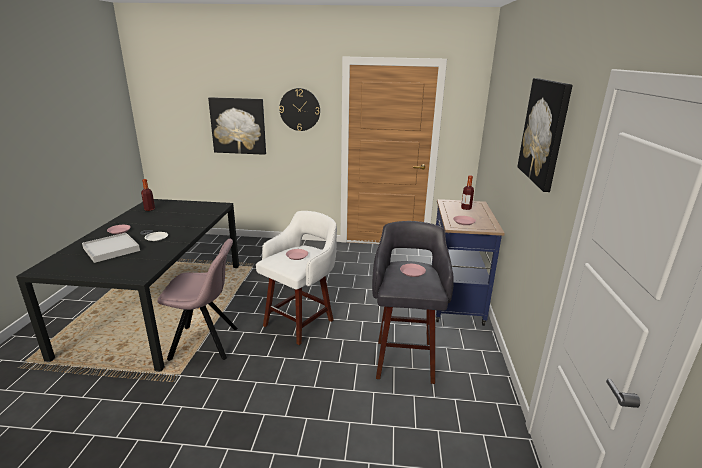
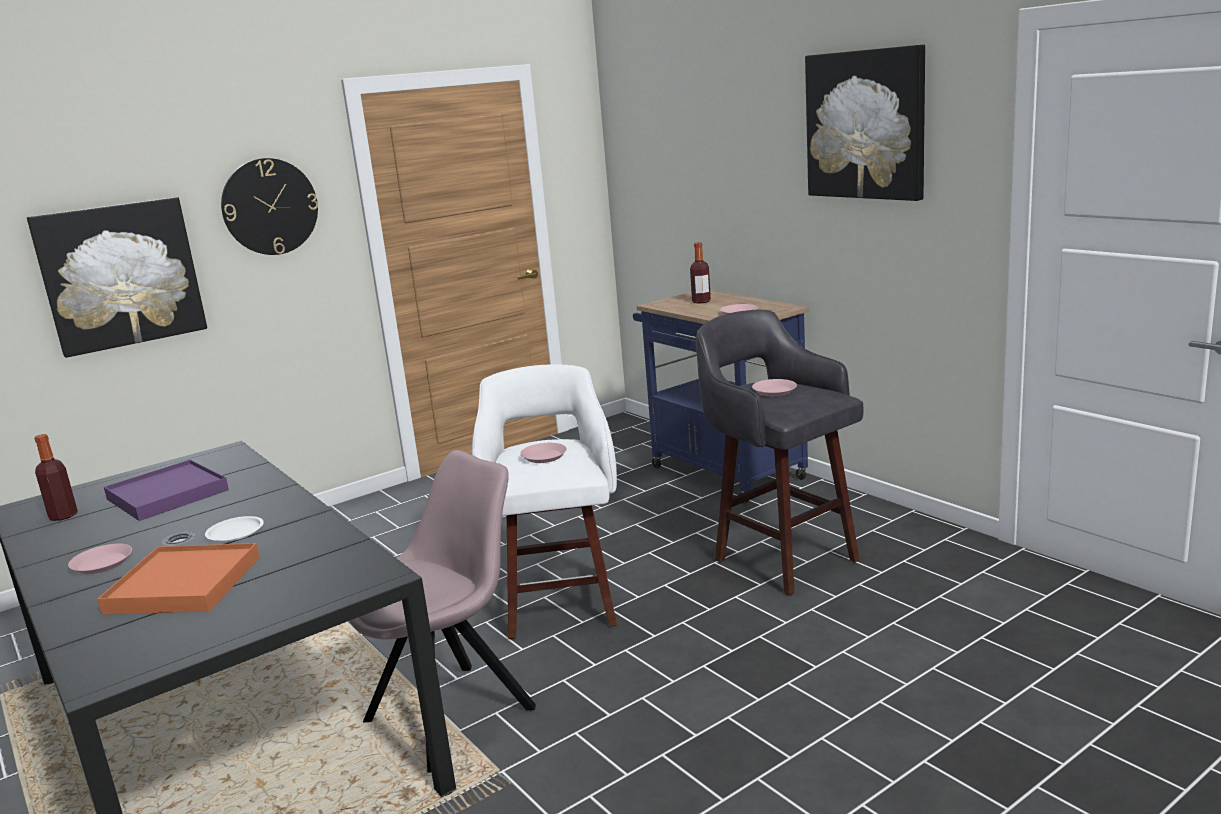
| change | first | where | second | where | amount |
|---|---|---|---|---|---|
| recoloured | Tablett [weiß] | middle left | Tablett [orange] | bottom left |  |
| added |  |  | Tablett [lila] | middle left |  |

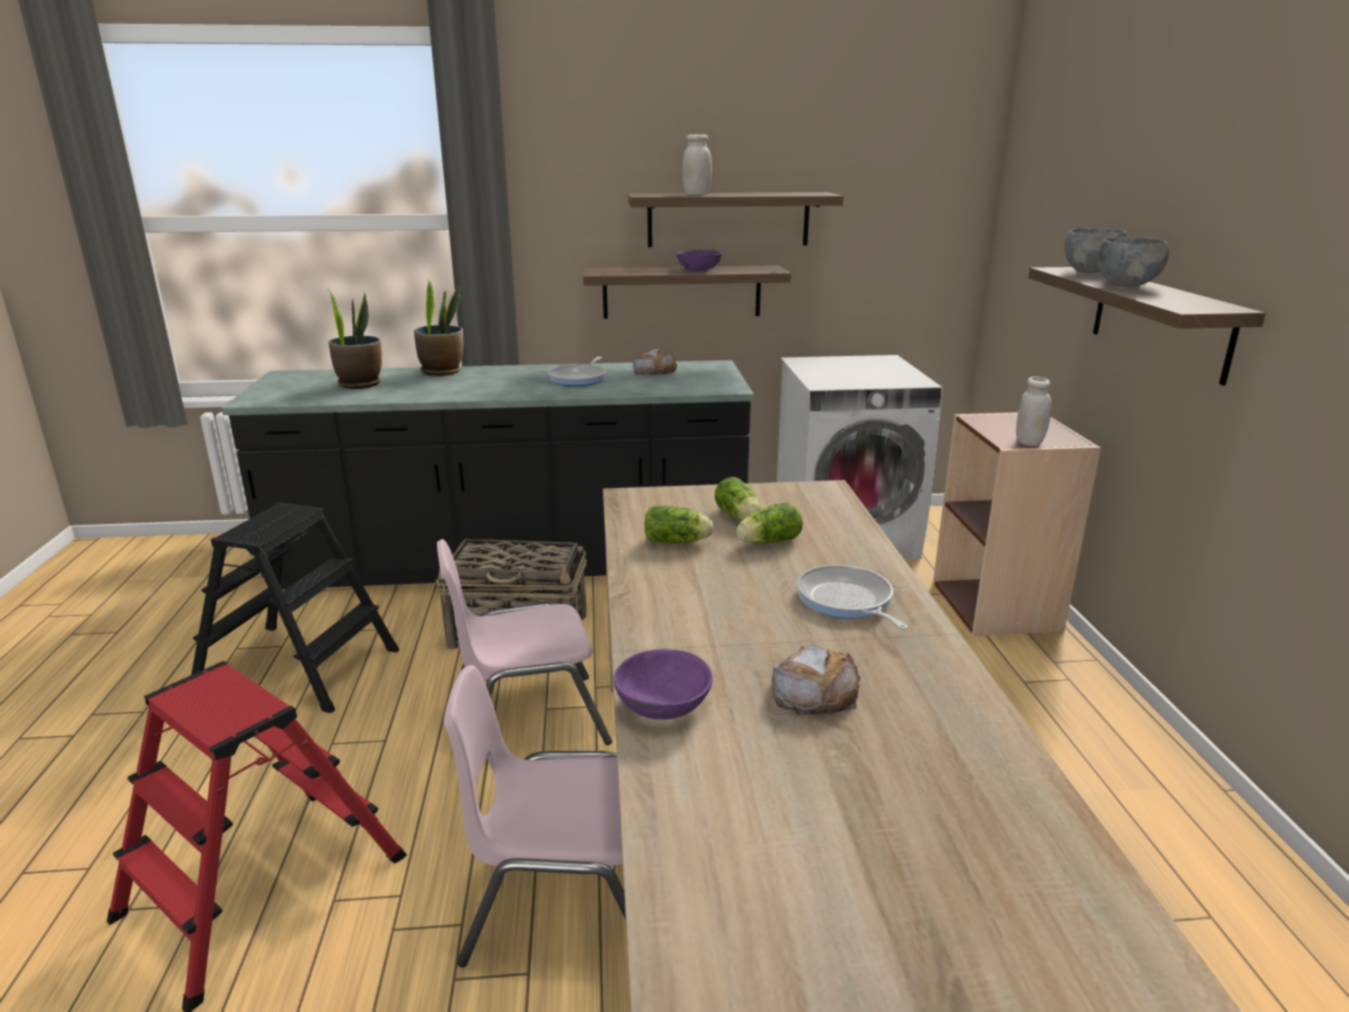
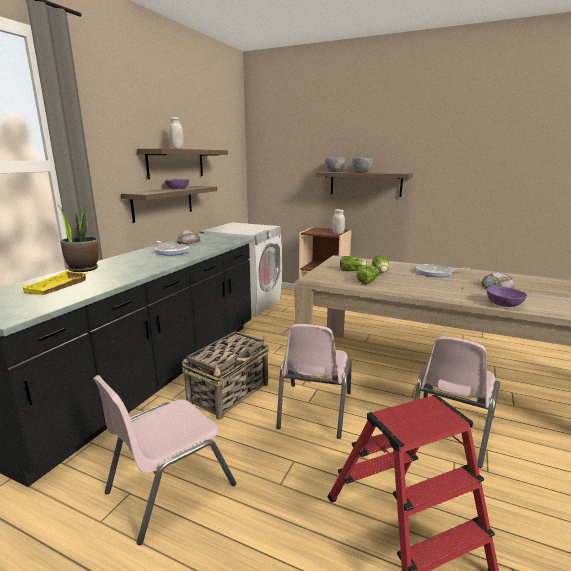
| change | first | where | second | where | amount |
|---|---|---|---|---|---|
| replaced | Trittleiter [schwarz] | middle left | Stuhl [rosa] (1st from left) | bottom left |  |
| replaced | Topfpflanze (1st from left) | middle left | Tablett [gelb] | middle left |  |

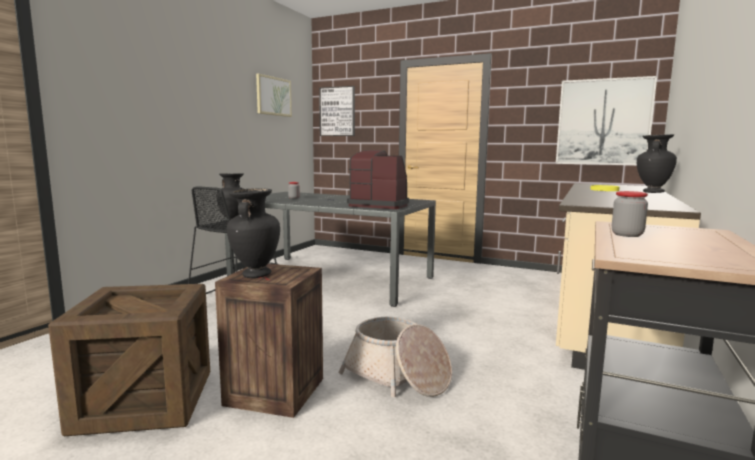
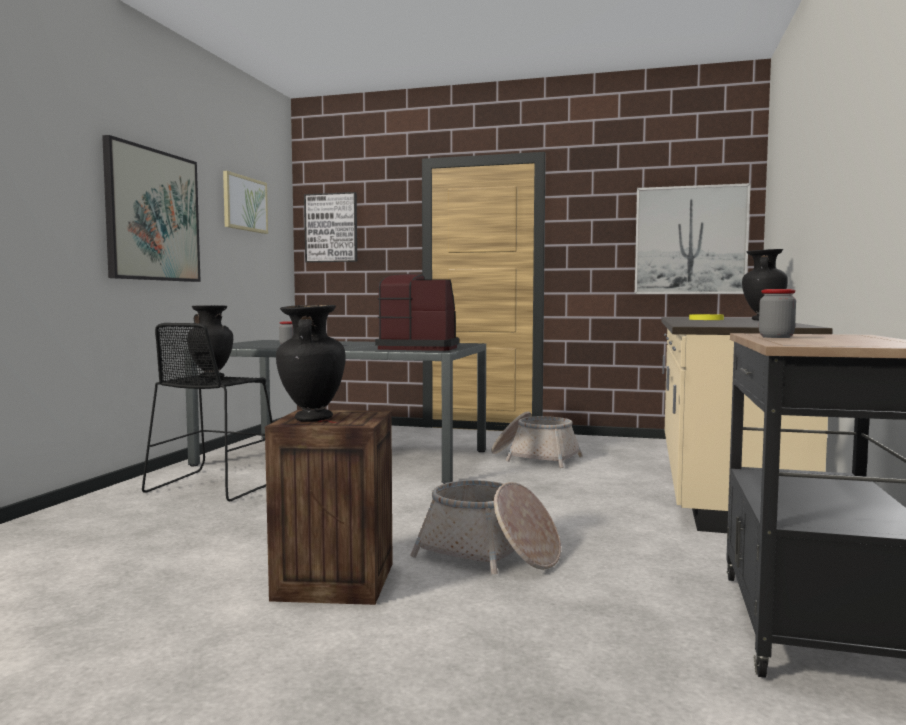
| change | first | where | second | where | amount |
|---|---|---|---|---|---|
| removed | Kiste (1st from left) | bottom left |  |  |  |
| added |  |  | Bild (1st from left) | top left |  |
| added |  |  | Korb (2nd from left) | centre |  |

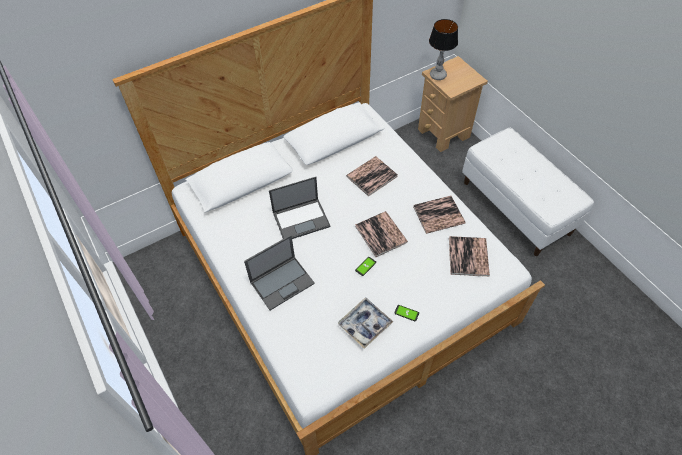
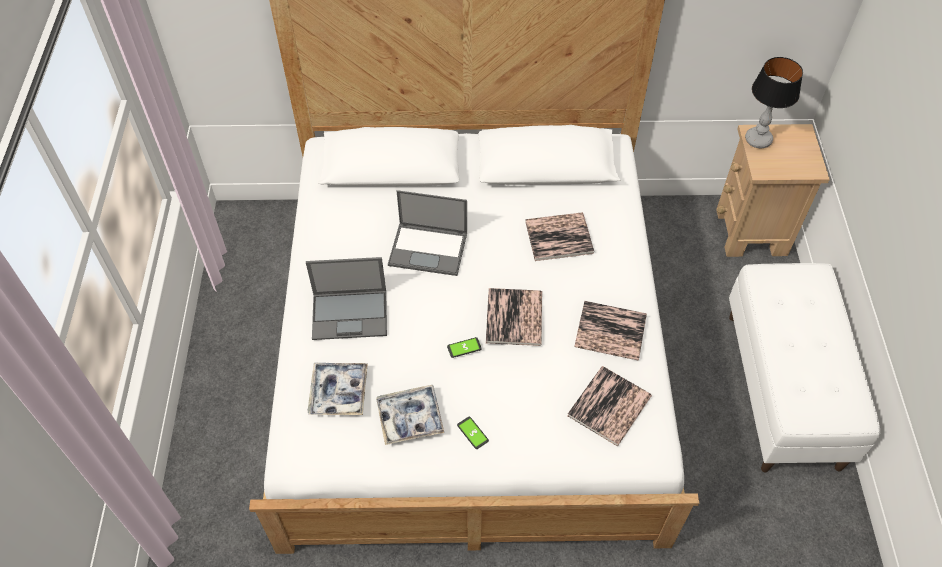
| change | first | where | second | where | amount |
|---|---|---|---|---|---|
| added |  |  | Tablett (1st from left) | bottom centre |  |

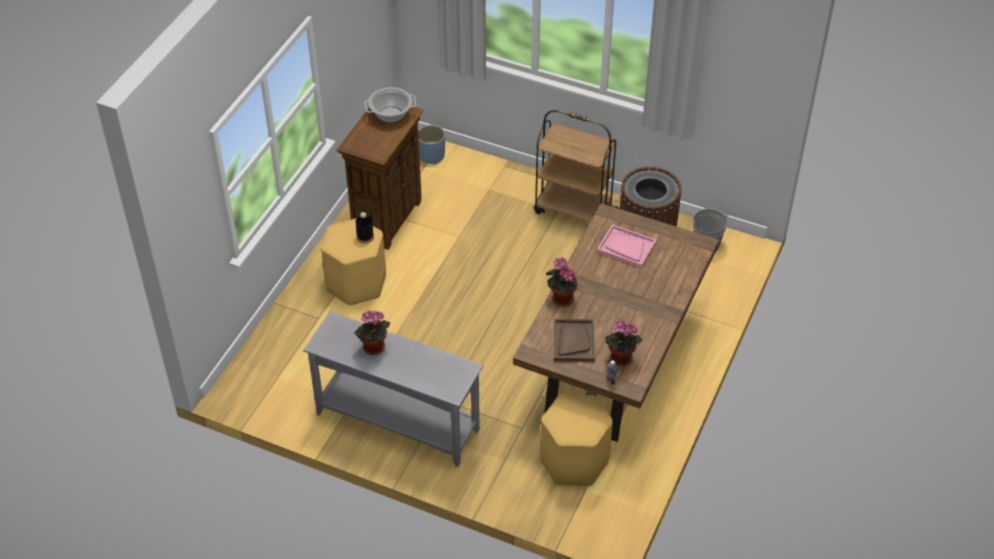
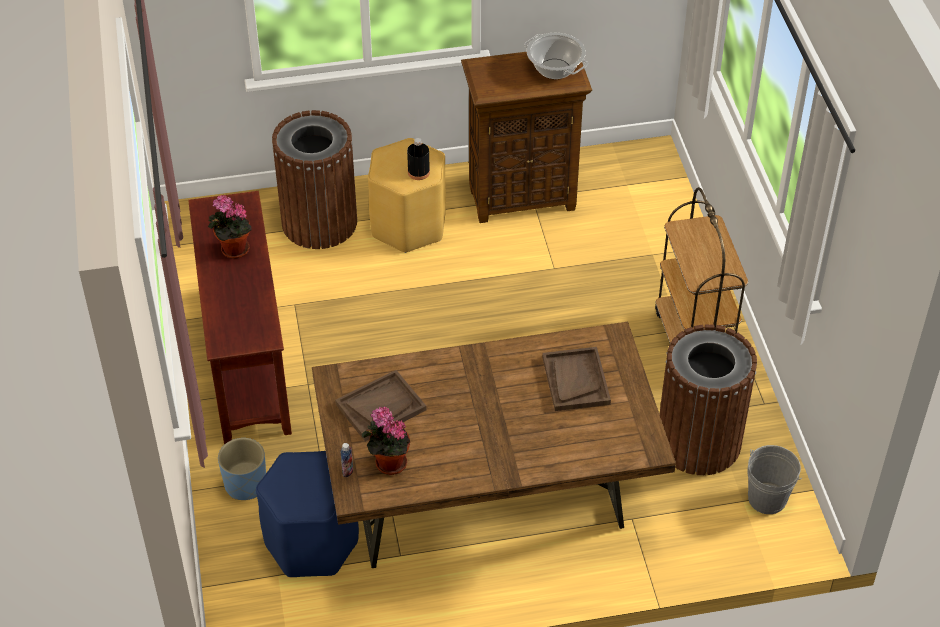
| change | first | where | second | where | amount |
|---|---|---|---|---|---|
| recoloured | Konsolentisch [grau] | bottom centre | Konsolentisch [braun] | middle left |  |
| moved | Pflanzkübel [blau] | top centre |  | bottom left |  |
| recoloured | Hocker [gelb] (2nd from left) | bottom centre | Hocker [blau] | bottom left |  |
| removed | Topfpflanze (2nd from left) | centre |  |  |  |
| recoloured | Tablett [rosa] | centre | Tablett [braun] (2nd from left) | centre |  |
| added |  |  | Mülleimer [braun] (1st from left) | top centre |  |

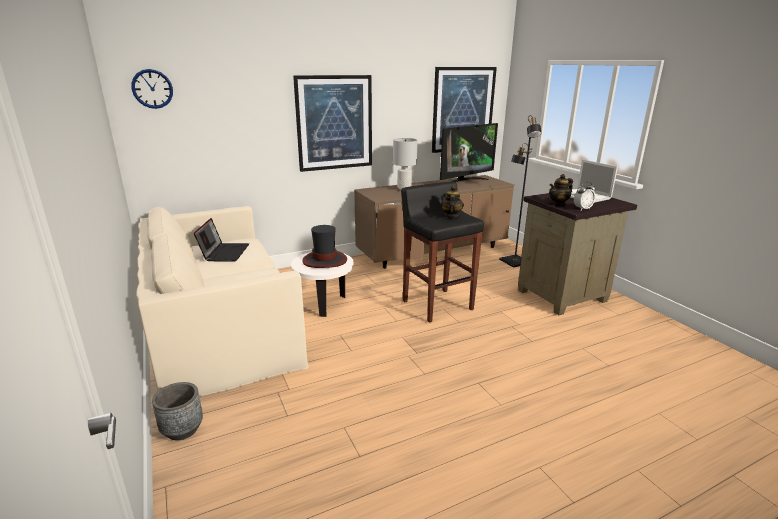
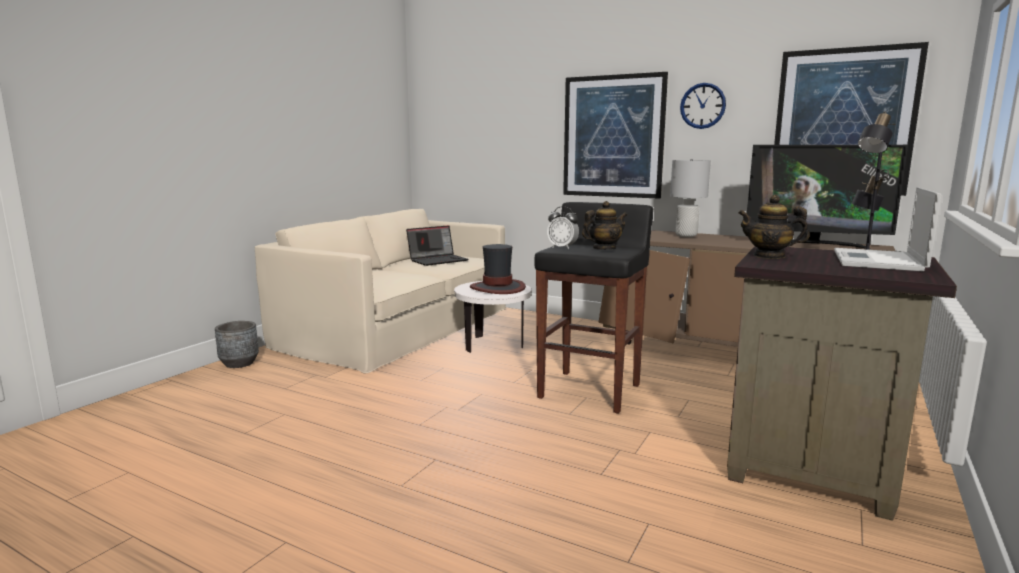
| change | first | where | second | where | amount |
|---|---|---|---|---|---|
| moved | Wanduhr | top left |  | top right |  |
| moved | Wecker | middle right |  | centre |  |

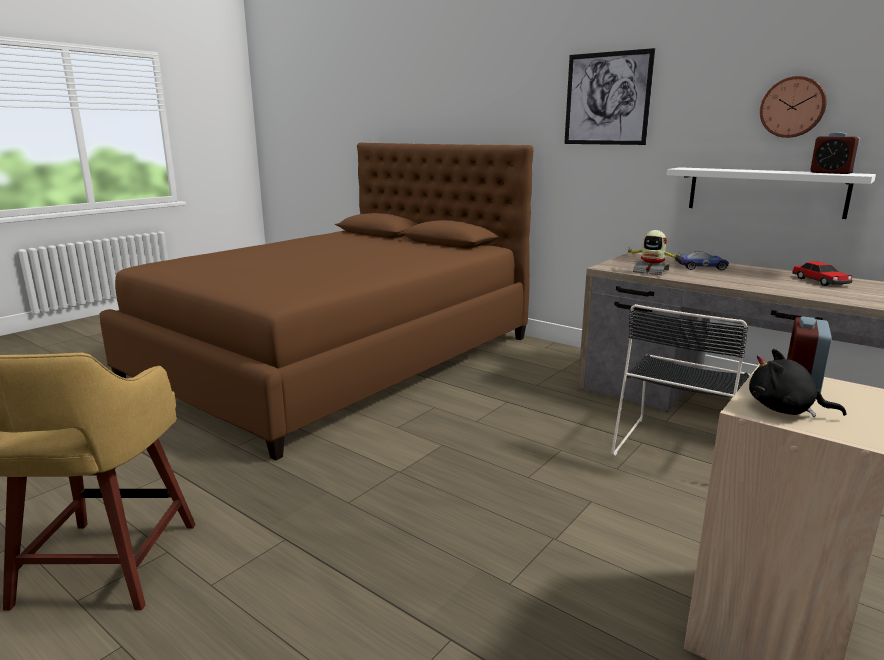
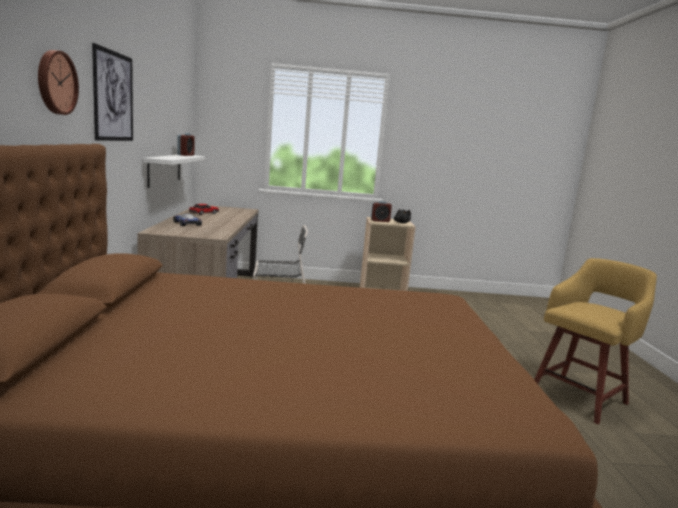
| change | first | where | second | where | amount |
|---|---|---|---|---|---|
| removed | Spielzeugroboter | middle right |  |  |  |
| moved | Wanduhr | top right |  | top left |  |

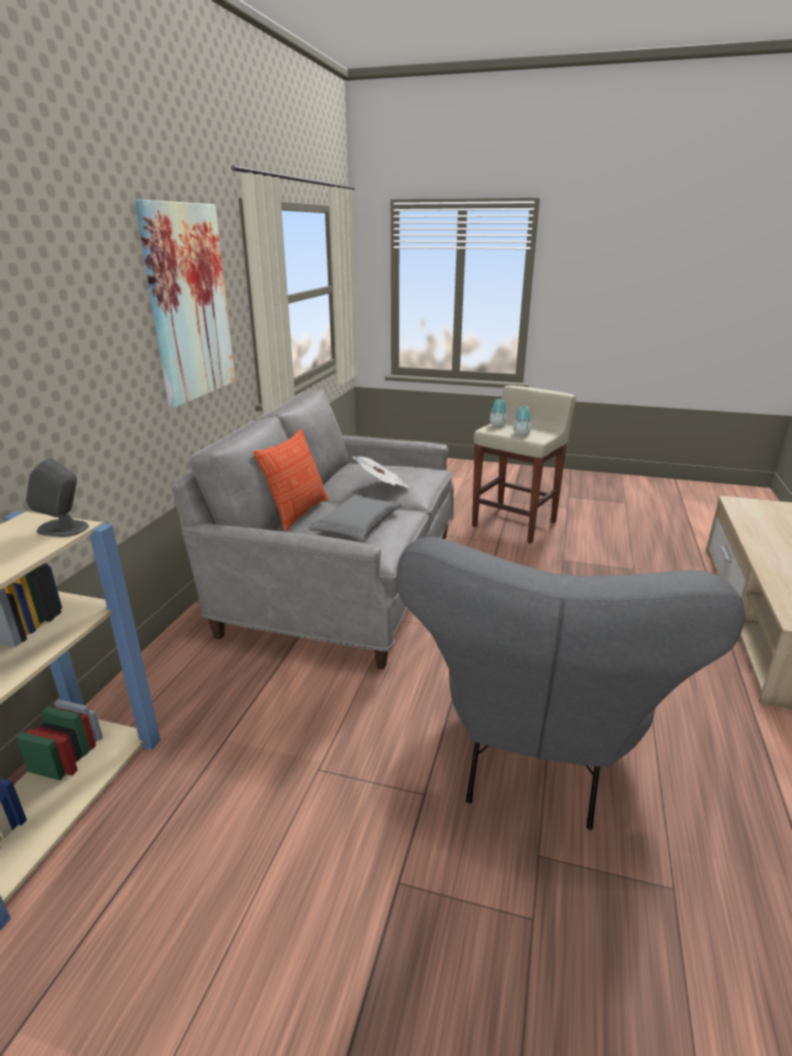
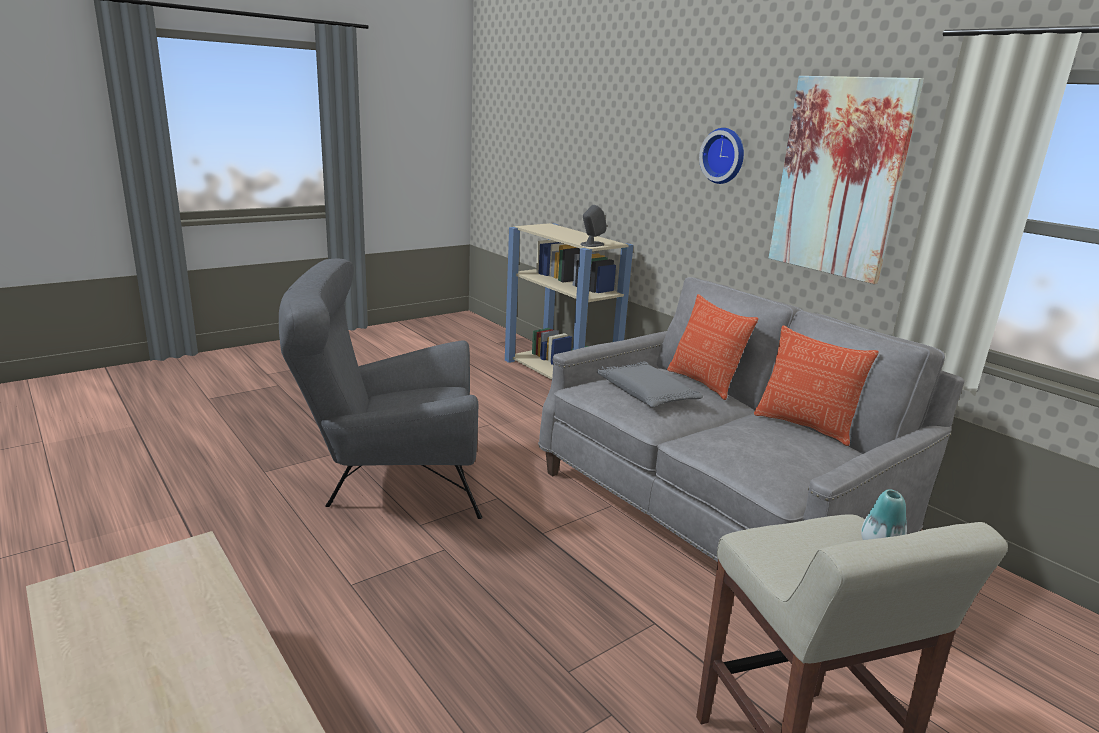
| change | first | where | second | where | amount |
|---|---|---|---|---|---|
| removed | Zeitung | centre |  |  |  |
| turned | Sessel [grau] | middle right |  | centre | 60 degrees counterclockwise |
| removed | Vase (2nd from left) | centre |  |  |  |
| added |  |  | Wanduhr | top centre |  |
| added |  |  | Kissen [orange] (2nd from left) | middle right |  |

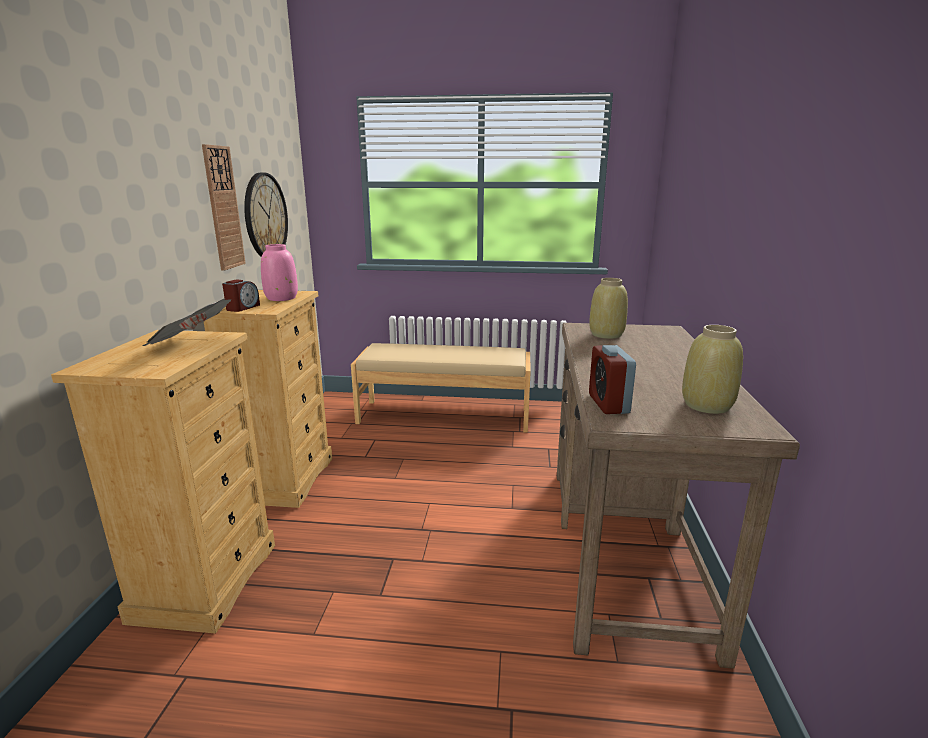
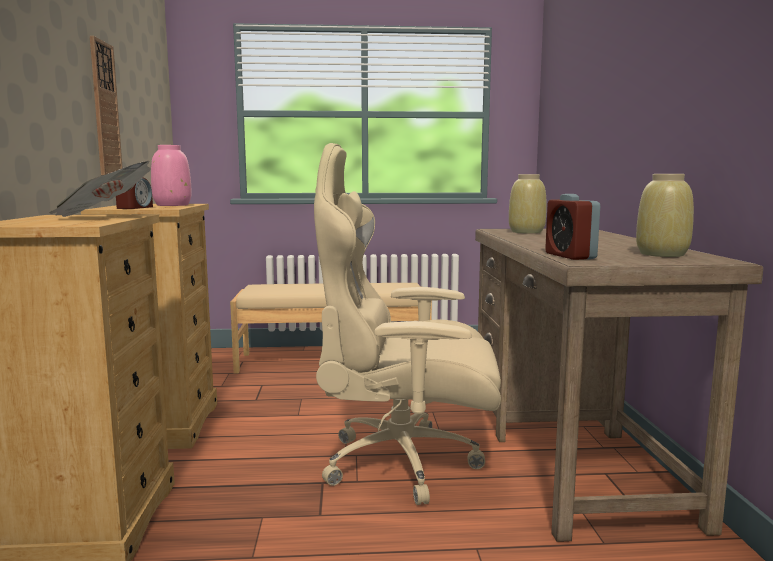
| change | first | where | second | where | amount |
|---|---|---|---|---|---|
| removed | Wanduhr (2nd from left) | top left |  |  |  |
| added |  |  | Bürostuhl [beige] | centre |  |

